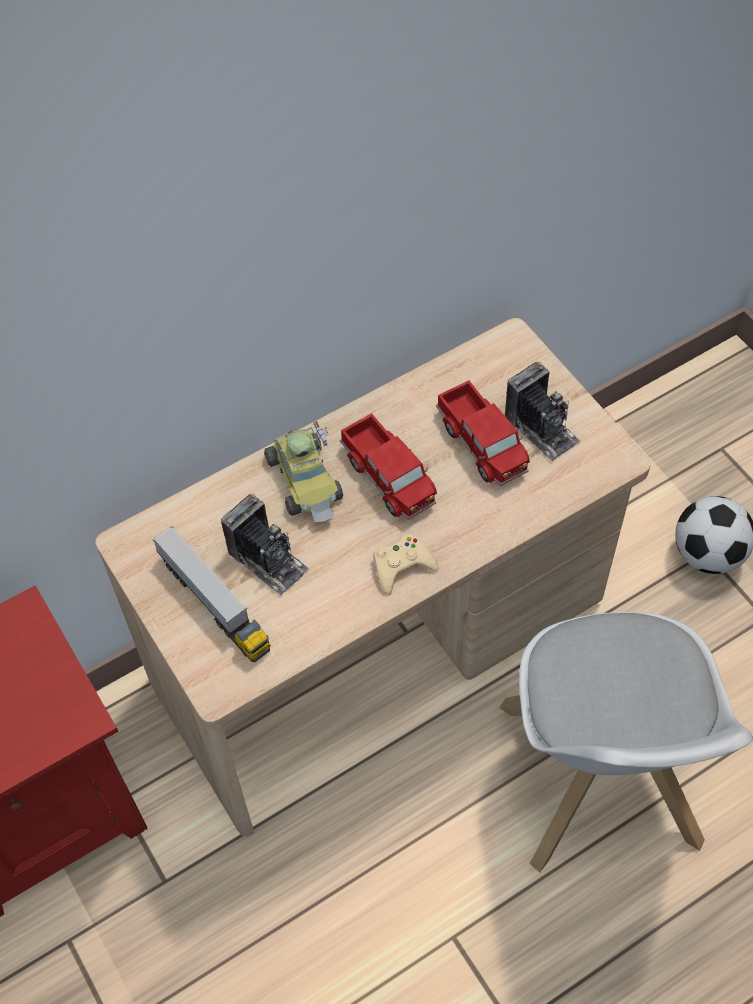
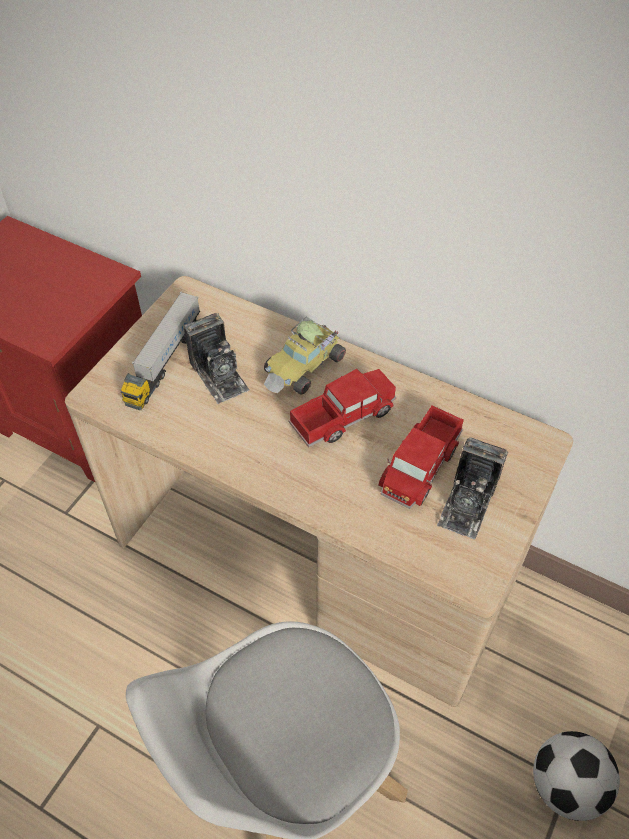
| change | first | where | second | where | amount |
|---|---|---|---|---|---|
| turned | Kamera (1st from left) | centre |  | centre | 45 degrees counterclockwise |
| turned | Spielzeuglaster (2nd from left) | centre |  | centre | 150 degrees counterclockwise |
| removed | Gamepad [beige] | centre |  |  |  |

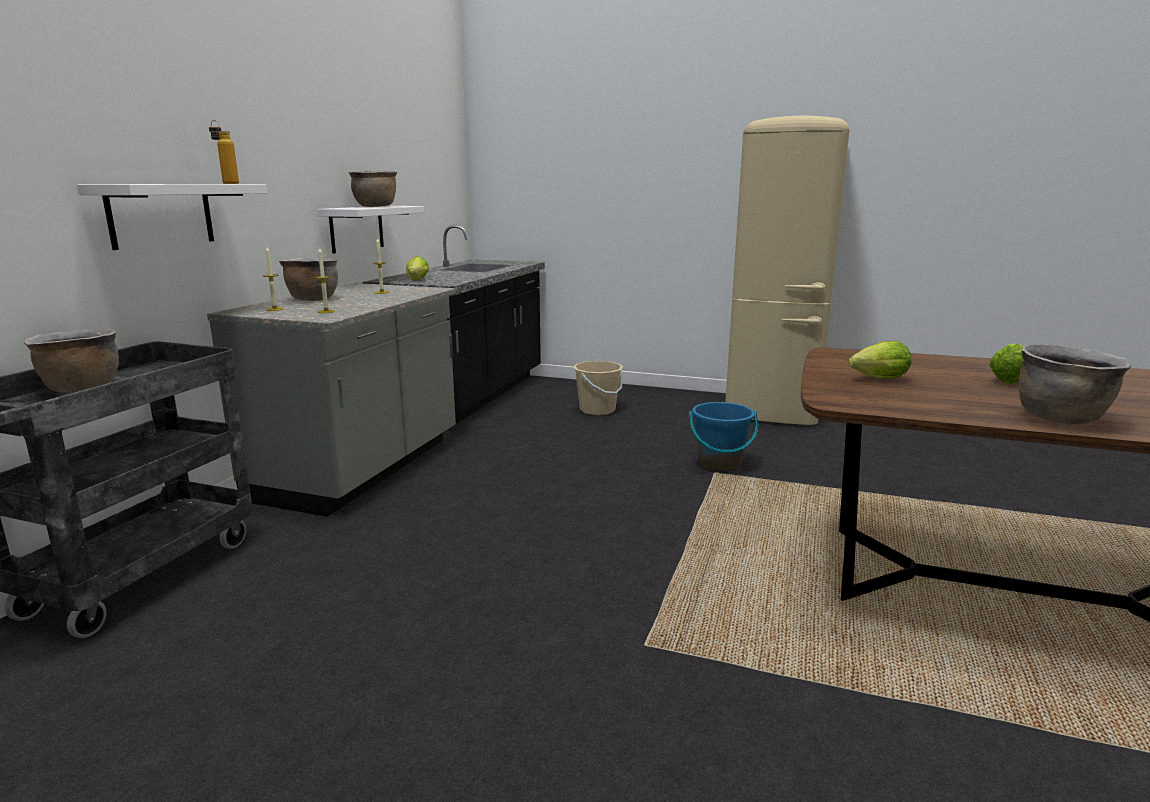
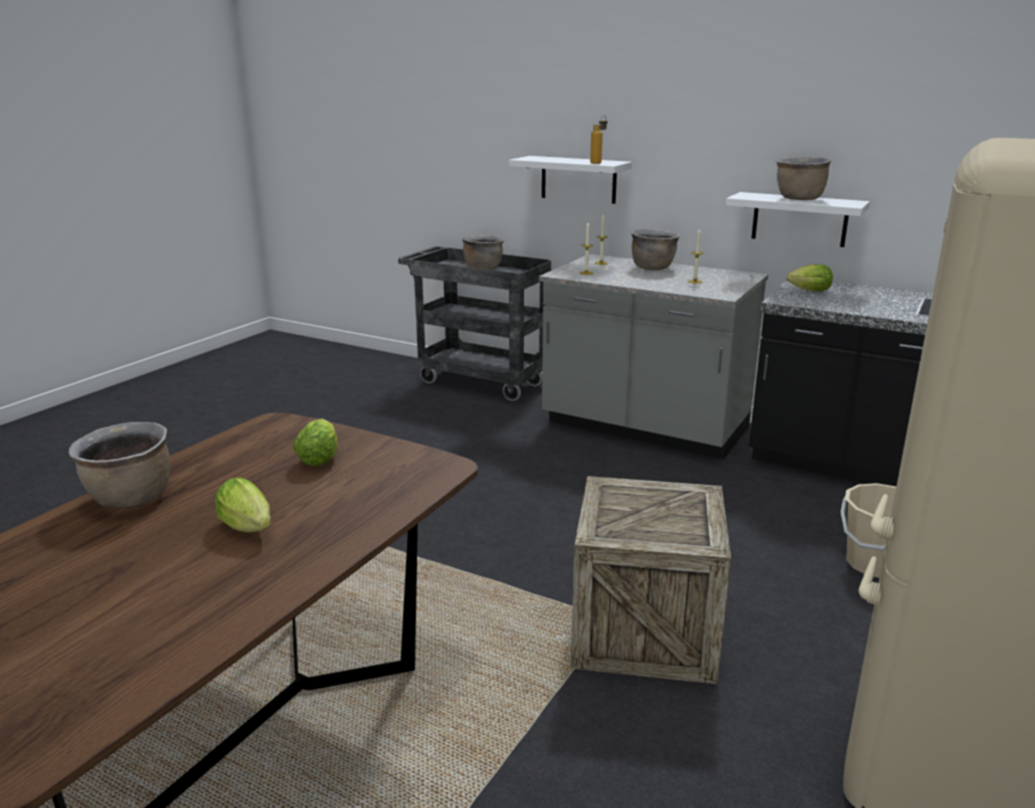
| change | first | where | second | where | amount |
|---|---|---|---|---|---|
| replaced | Eimer [blau] | centre | Kiste | bottom centre |  |

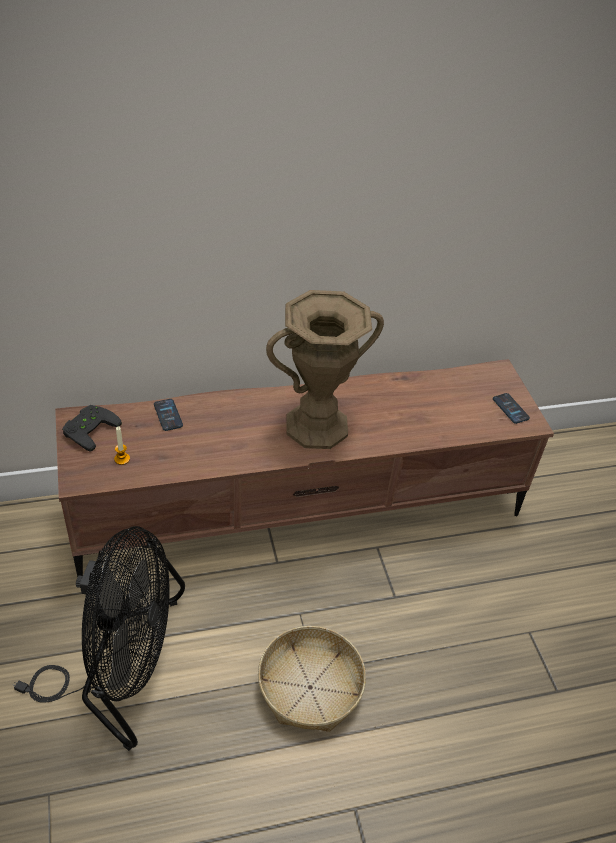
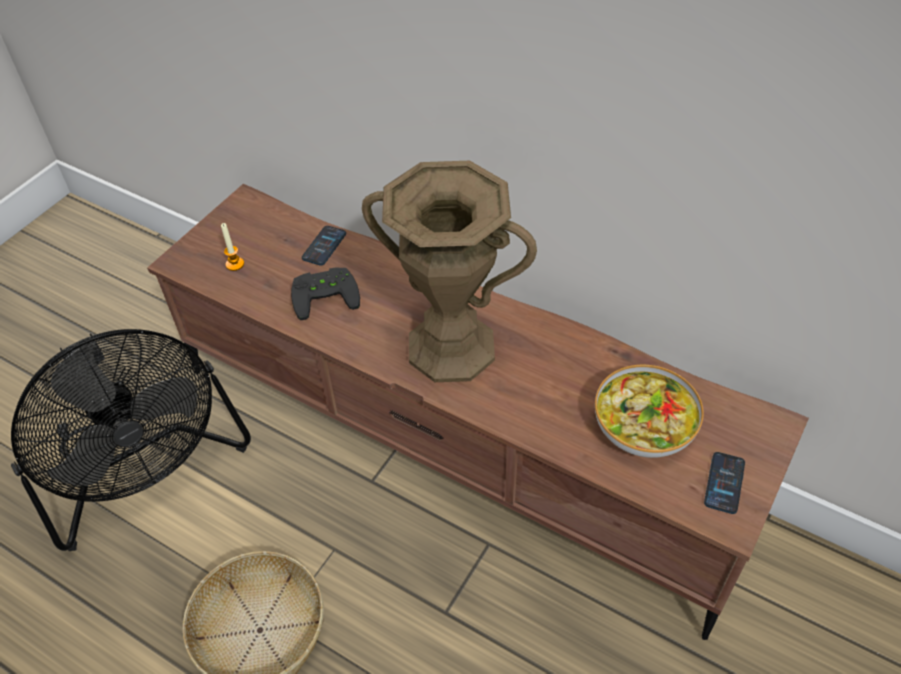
| change | first | where | second | where | amount |
|---|---|---|---|---|---|
| moved | Gamepad [schwarz] | middle left |  | centre |  |
| added |  |  | Schüssel | middle right |  |

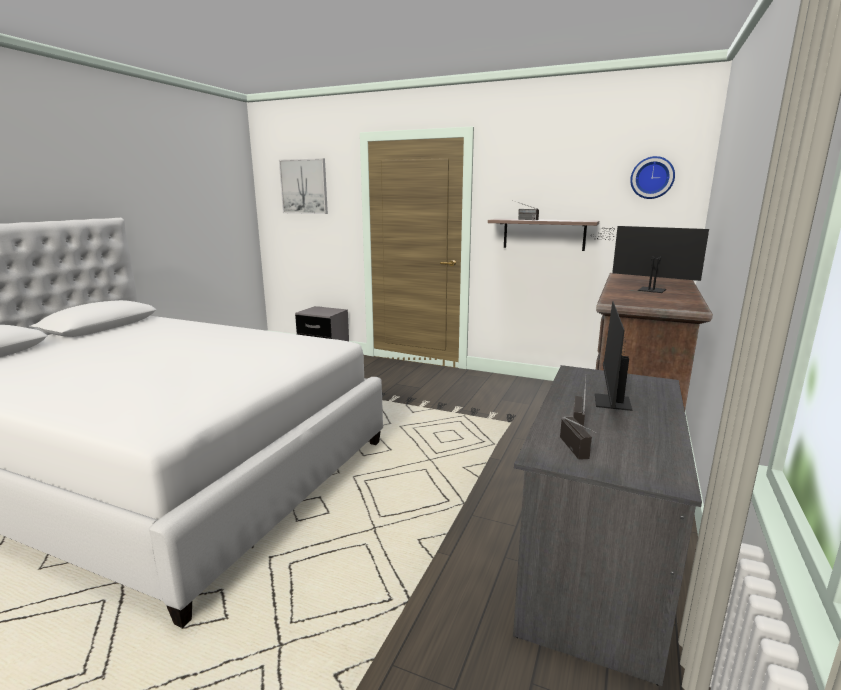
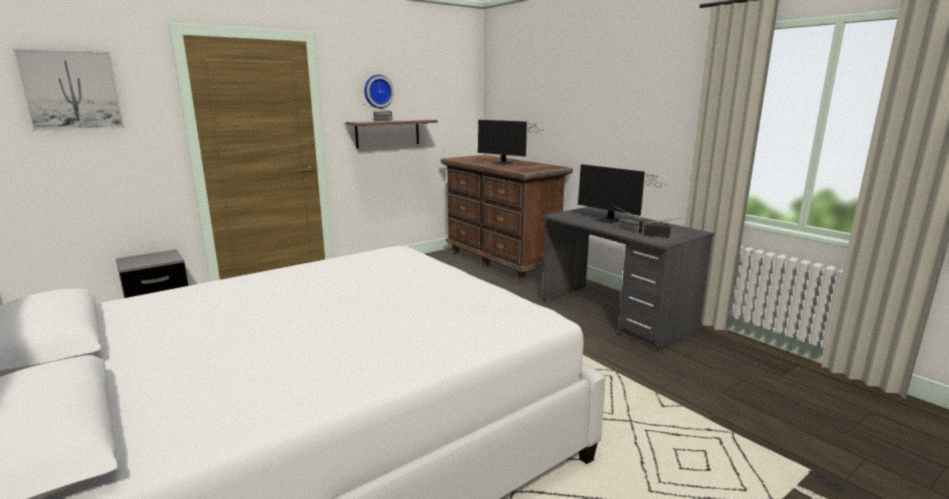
| change | first | where | second | where | amount |
|---|---|---|---|---|---|
| turned | Monitor (2nd from left in the first image) | middle right | Monitor (1st from left) | top centre | 120 degrees counterclockwise |
| moved | Wanduhr | top right |  | top centre |  |

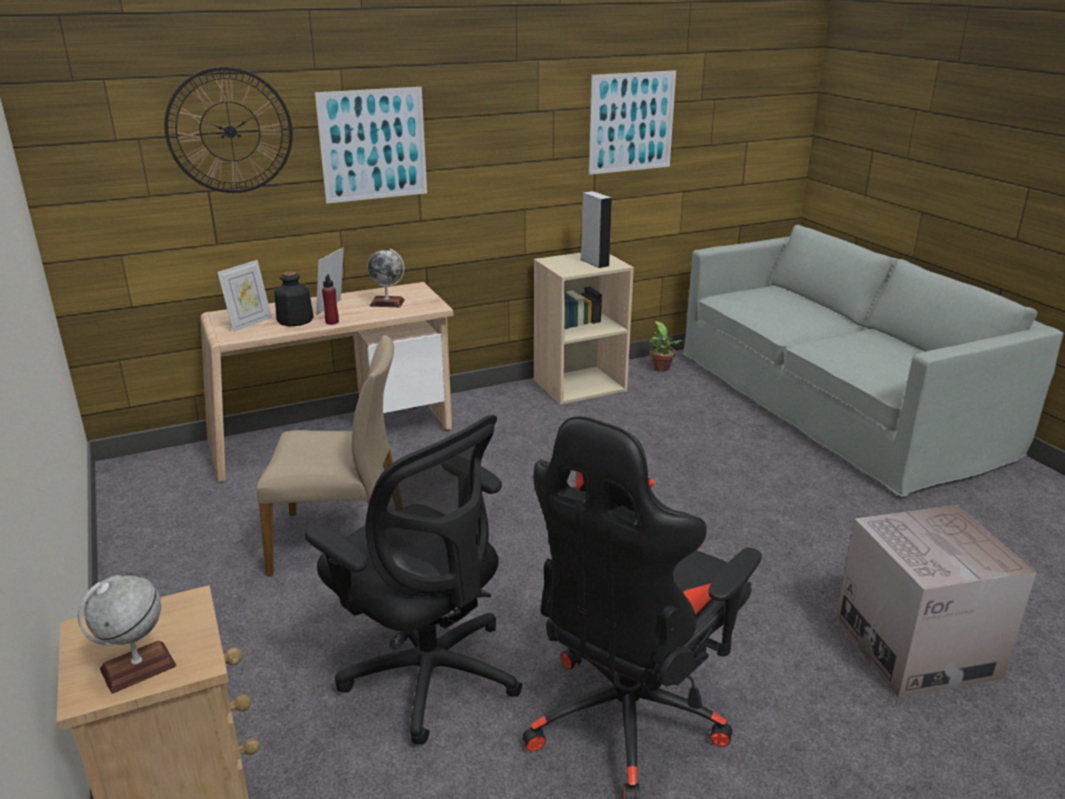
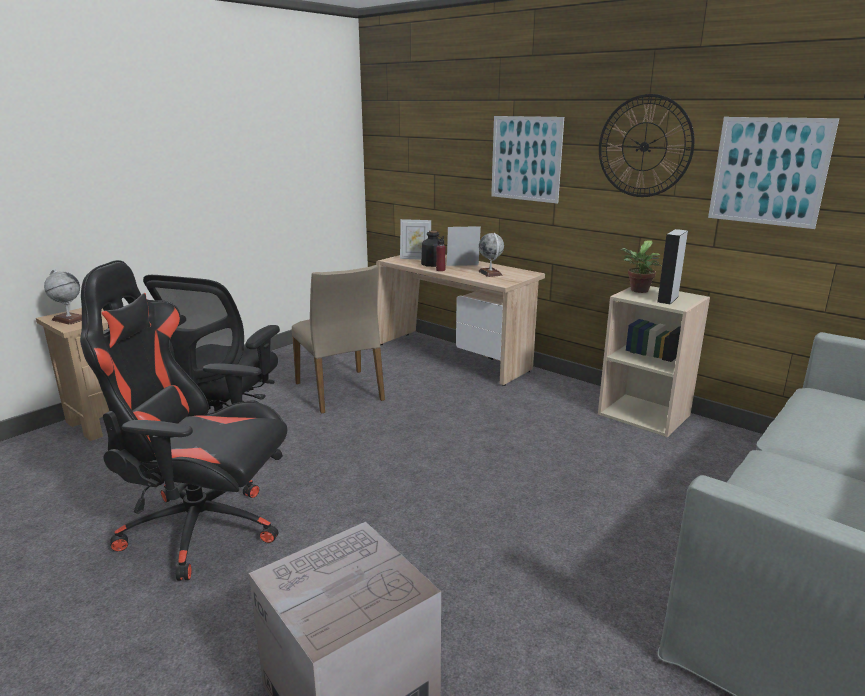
| change | first | where | second | where | amount |
|---|---|---|---|---|---|
| moved | Wanduhr | top left |  | top right |  |
| moved | Topfpflanze | centre |  | middle right |  |

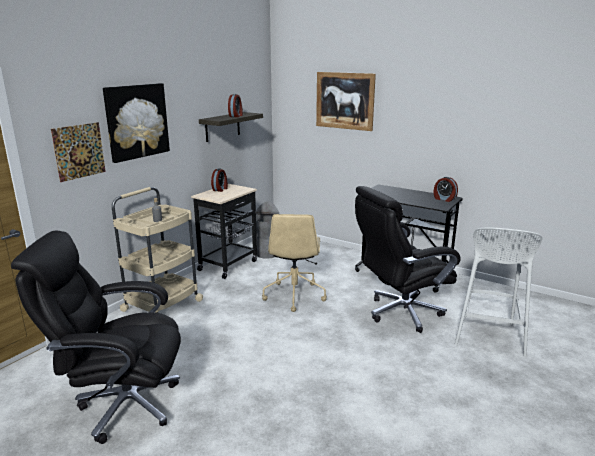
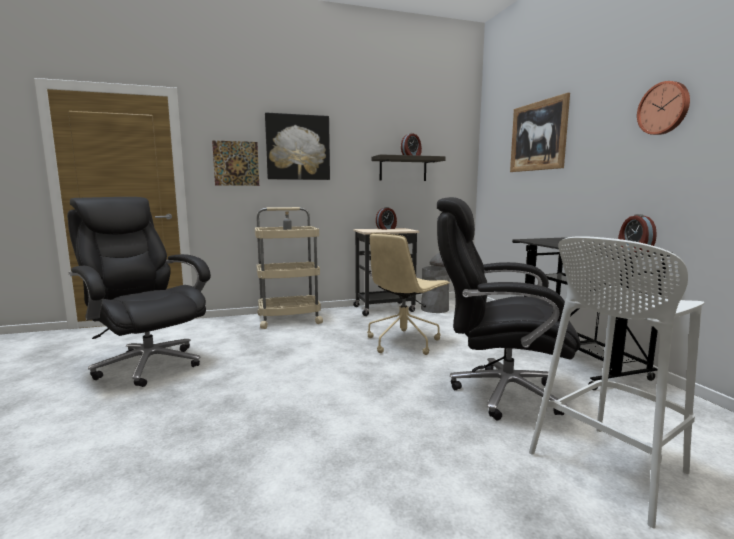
| change | first | where | second | where | amount |
|---|---|---|---|---|---|
| added |  |  | Wanduhr | top right |  |

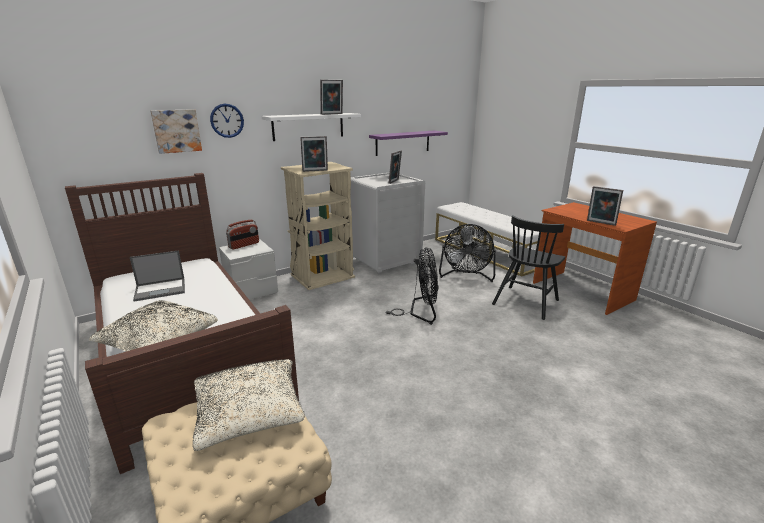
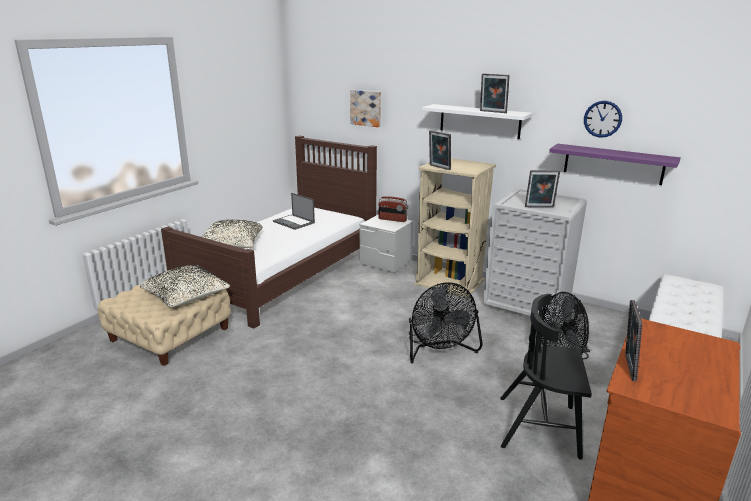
| change | first | where | second | where | amount |
|---|---|---|---|---|---|
| moved | Wanduhr | top left |  | top right |  |

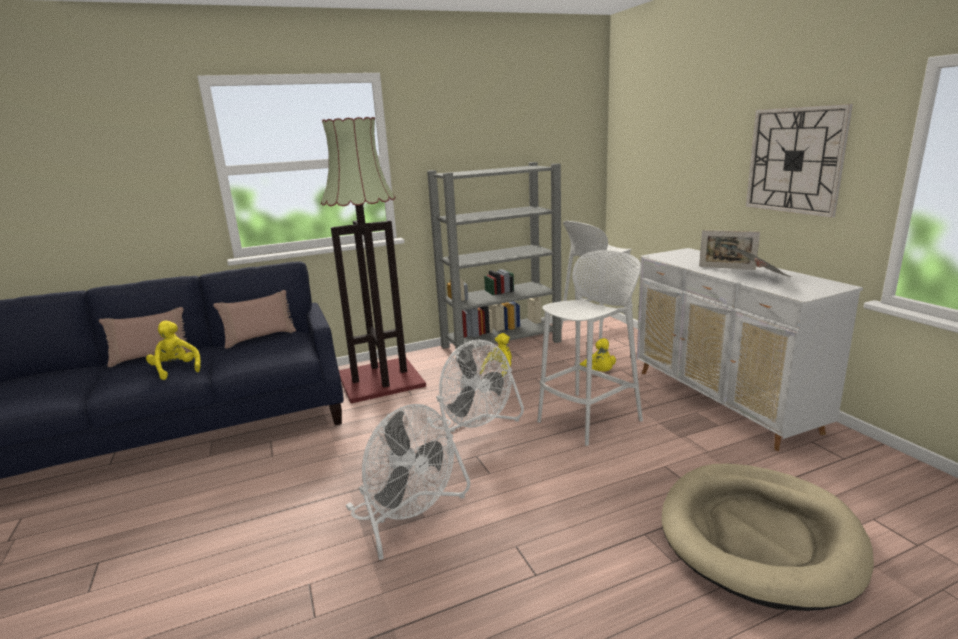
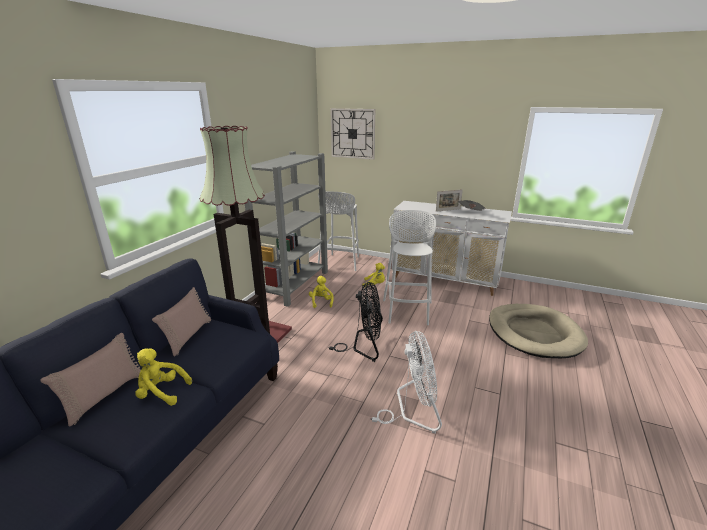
| change | first | where | second | where | amount |
|---|---|---|---|---|---|
| recoloured | Ventilator [weiß] (2nd from left) | centre | Ventilator [schwarz] | centre |  |
| moved | Wanduhr | top right |  | top centre |  |

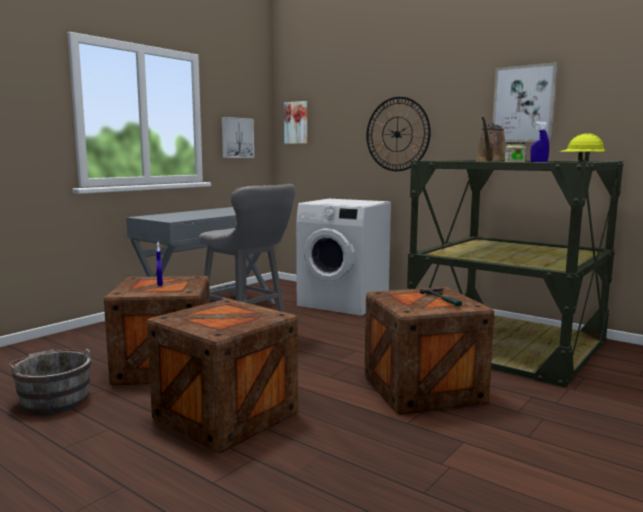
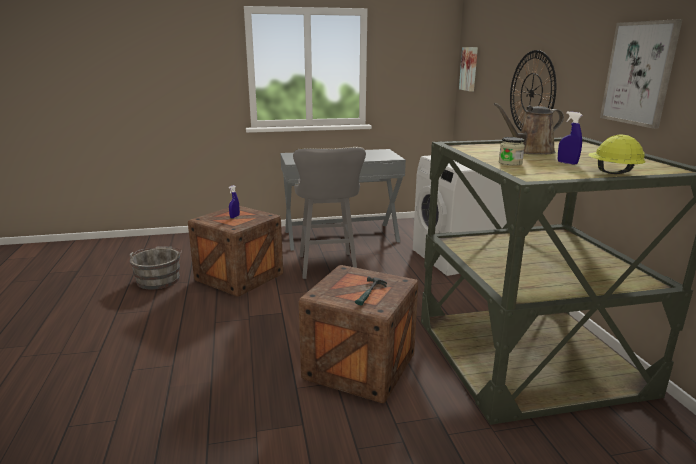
| change | first | where | second | where | amount |
|---|---|---|---|---|---|
| removed | Kiste (2nd from left) | bottom centre |  |  |  |
| removed | Bild (1st from left) | top centre |  |  |  |

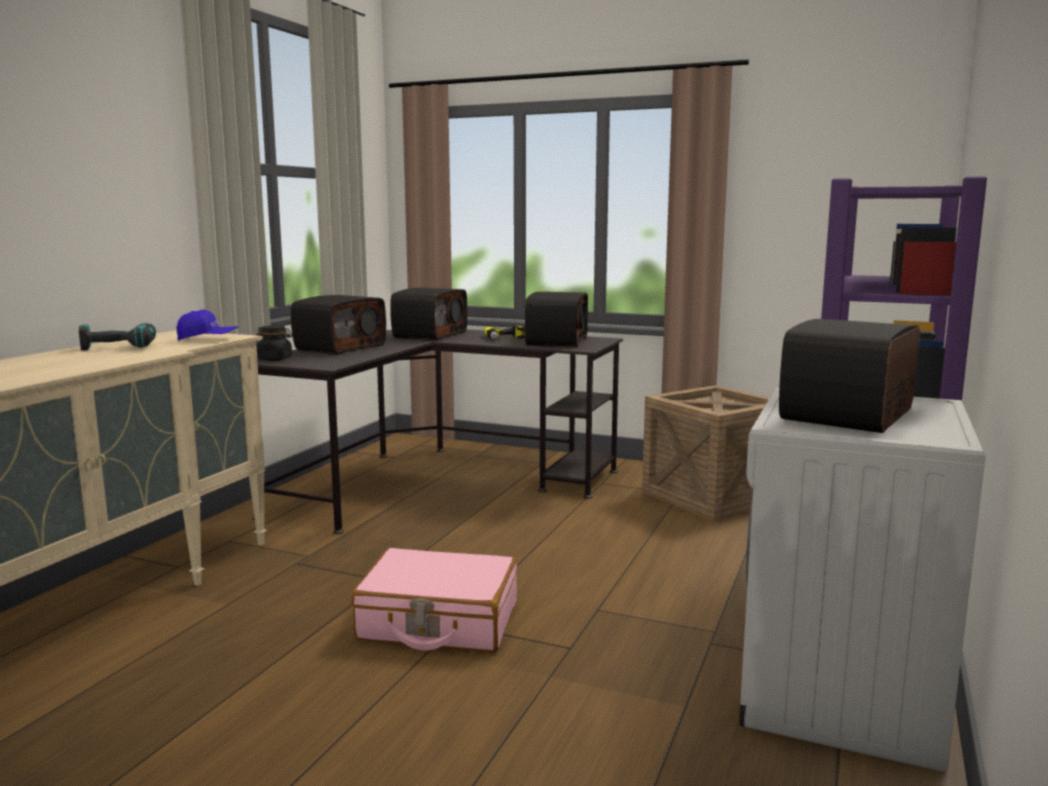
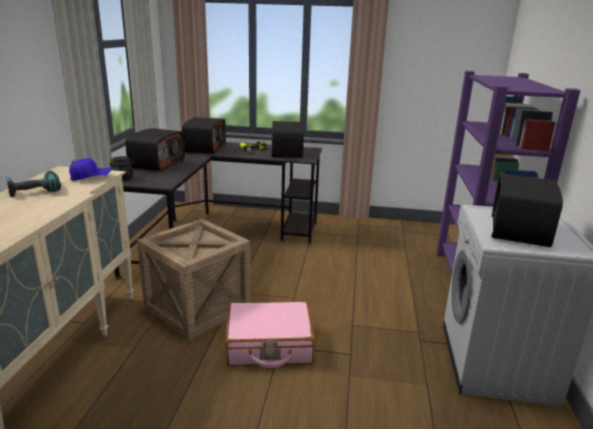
| change | first | where | second | where | amount |
|---|---|---|---|---|---|
| moved | Kiste | middle right |  | middle left |  |

